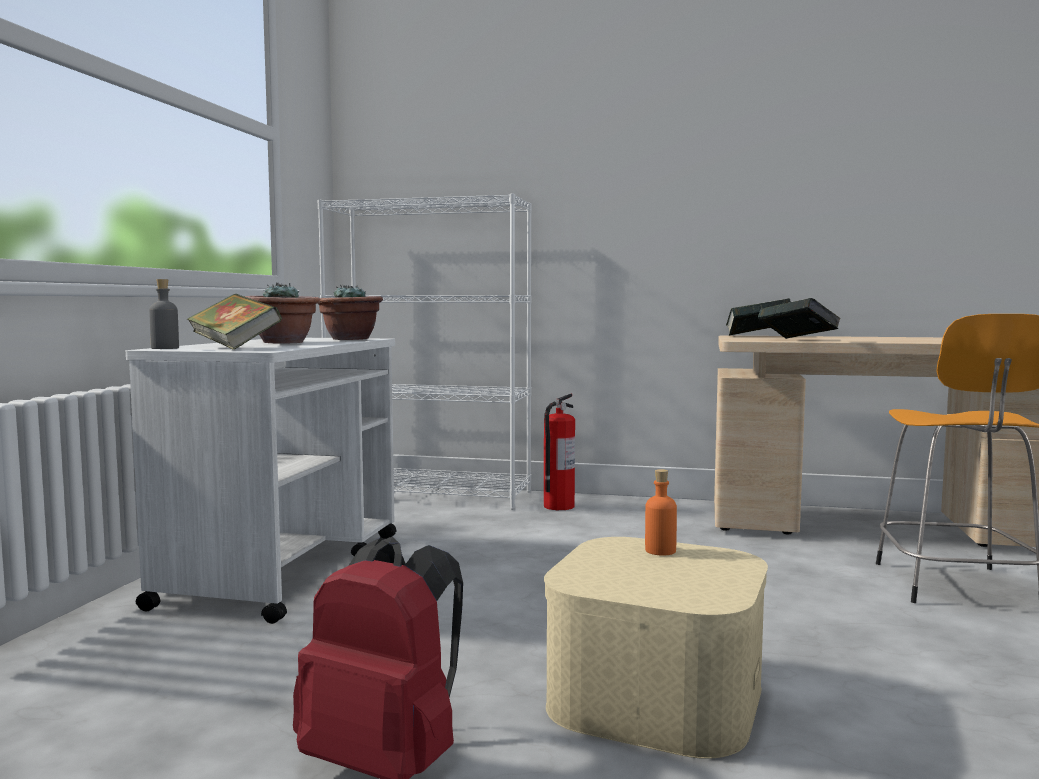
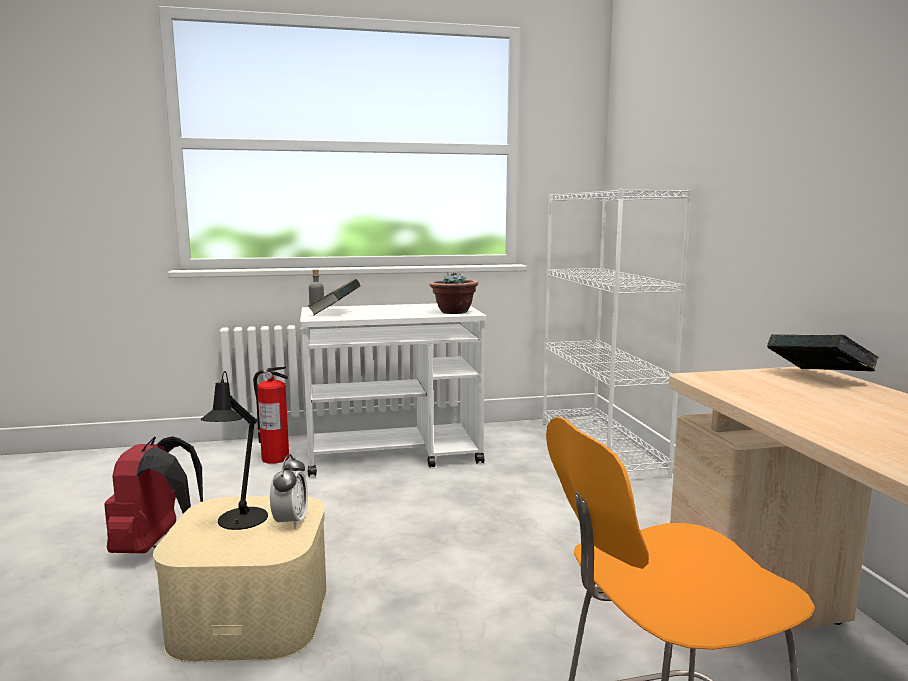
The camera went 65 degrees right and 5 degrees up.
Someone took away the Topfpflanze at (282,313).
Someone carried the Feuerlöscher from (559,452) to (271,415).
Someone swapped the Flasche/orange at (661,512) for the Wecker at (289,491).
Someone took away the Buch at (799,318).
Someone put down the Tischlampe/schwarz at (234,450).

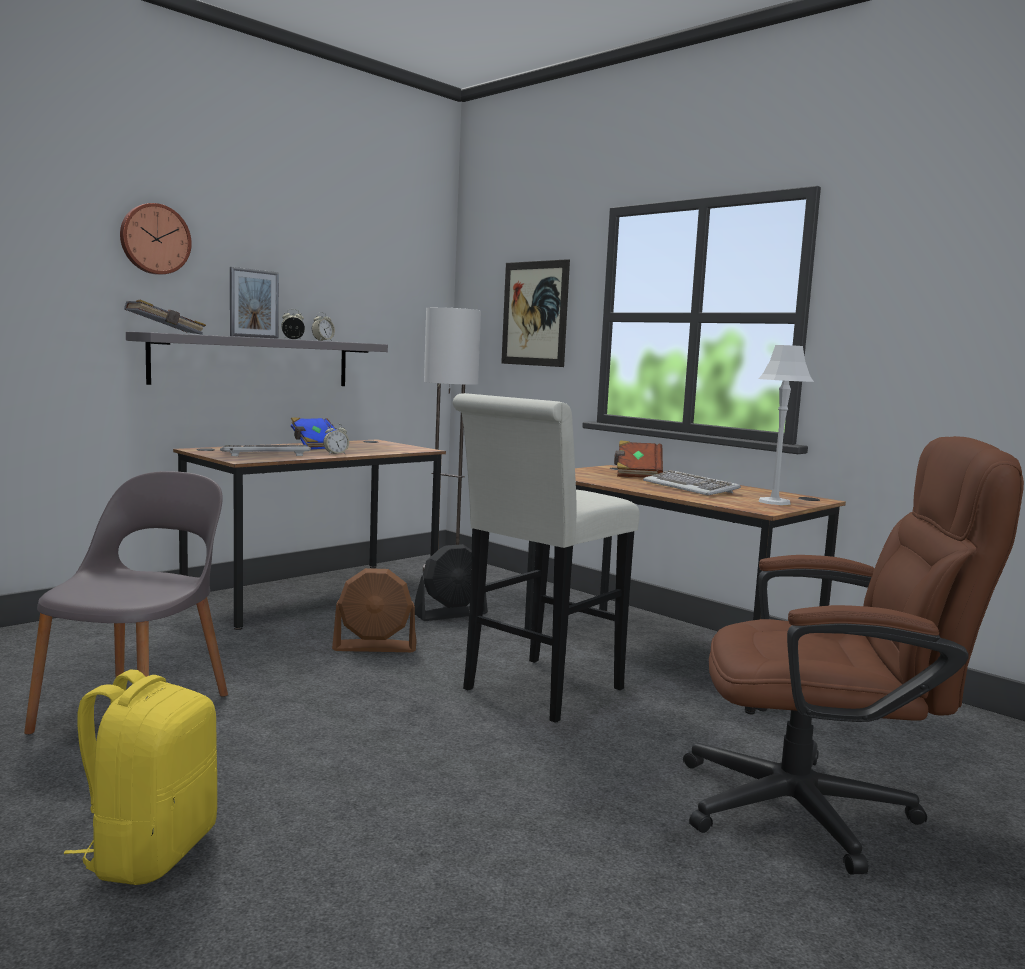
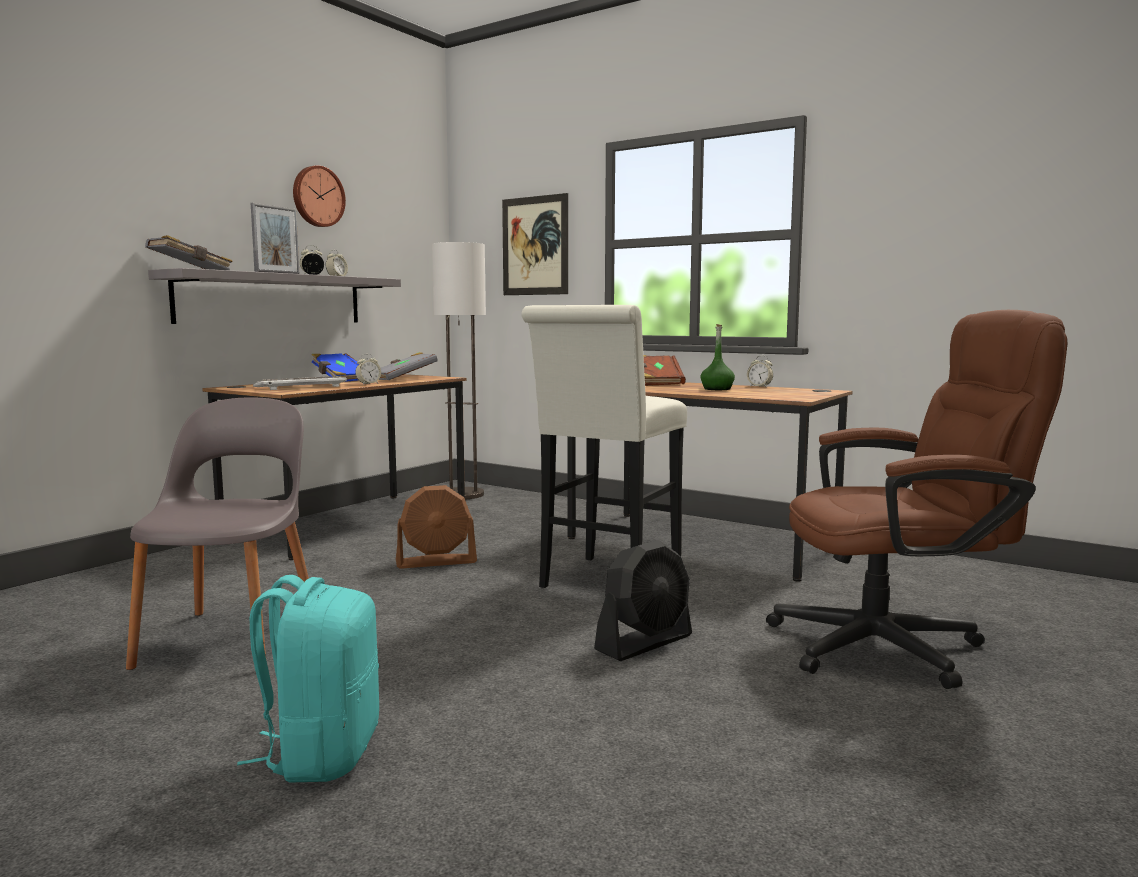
The camera went 10 degrees left and 0 degrees up.
Someone repainted the Rucksack/gelb at (140,777), which became the Rucksack/türkis at (308,679).
Someone carried the Wanduhr from (156,239) to (319,196).
Someone carried the Ventilator/schwarz from (451,582) to (643,600).
Someone swapped the Tastatur at (692,482) for the Flasche/grün at (718,357).
Someone took away the Tischlampe/grau at (786,425).
Someone put down the Buch/grau at (408,366).
Someone put down the Wecker at (760,371).

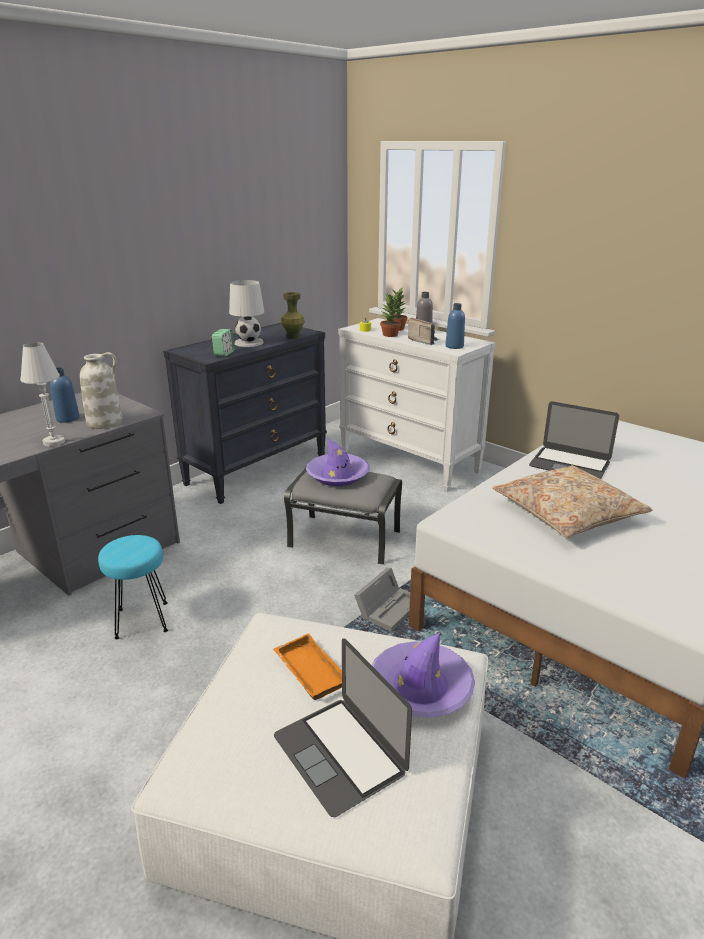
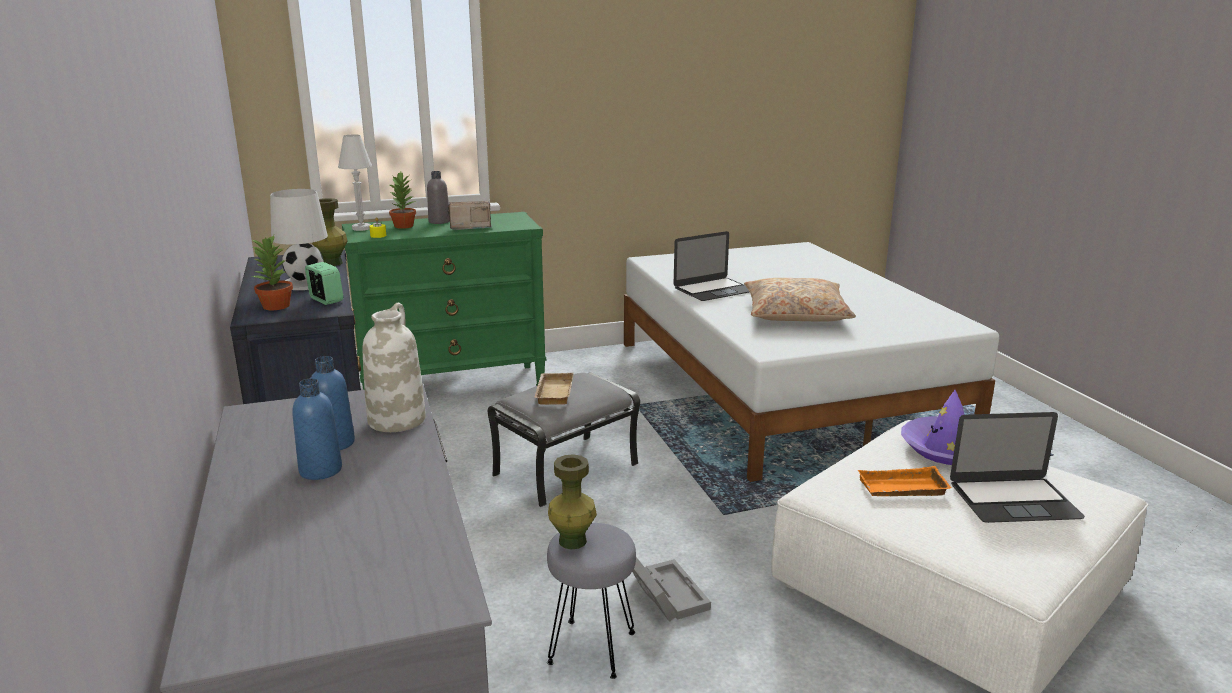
The camera went 60 degrees left and 5 degrees down.
Someone carried the Tischlampe/weiß from (42,394) to (355,182).
Someone repainted the Hocker/türkis at (133,587), which became the Hocker/grau at (591,601).
Someone swapped the Hut/lila at (338,462) for the Tablett/beige at (553,389).
Someone repainted the Kommode/weiß at (417,405), which became the Kommode/grün at (444,301).
Someone carried the Aufbewahrungsbox/grau from (382,600) to (671,589).
Someone carried the Topfpflanze from (390,315) to (272,272).
Someone carried the Flasche/blau from (455,326) to (317,429).
Someone put down the Vase/grün at (572,501).

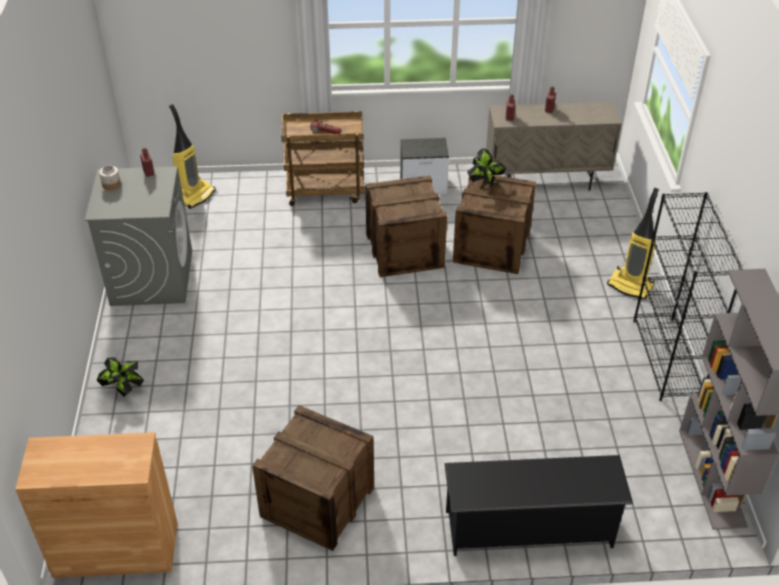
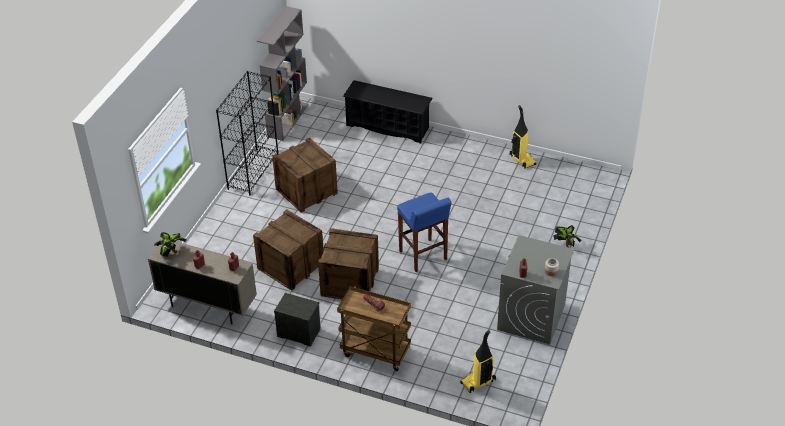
The camera went 155 degrees left and 0 degrees up.
Someone took away the Schrank/braun at (96,505).
Someone carried the Kiste from (313,478) to (305,175).
Someone carried the Topfpflanze from (486,168) to (170,244).
Someone carried the Staubsauger from (633,244) to (523,137).
Someone put down the Hocker/blau at (424,232).

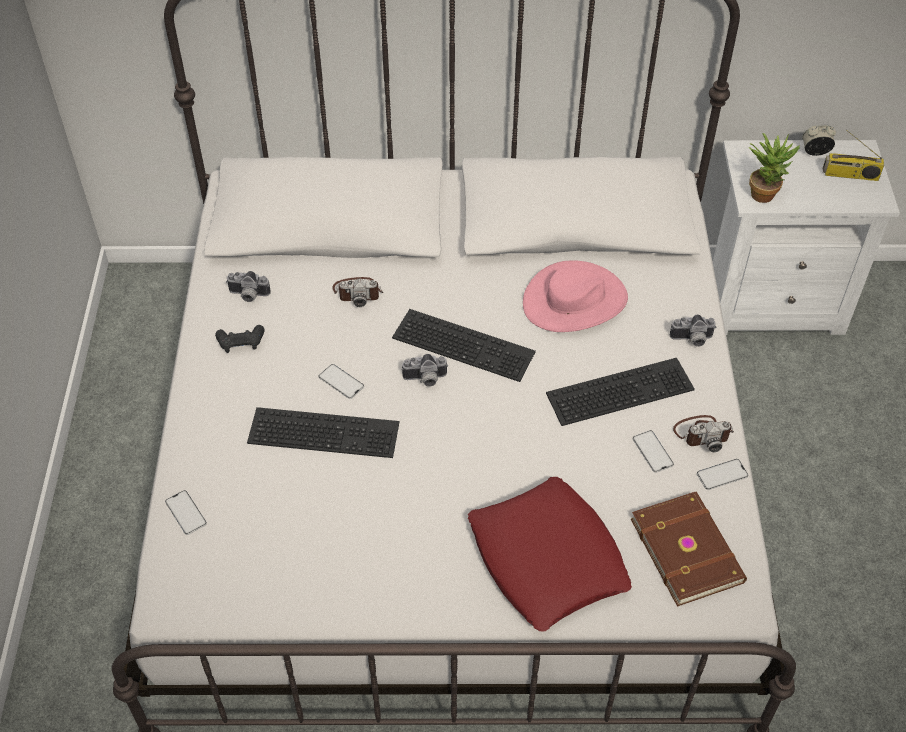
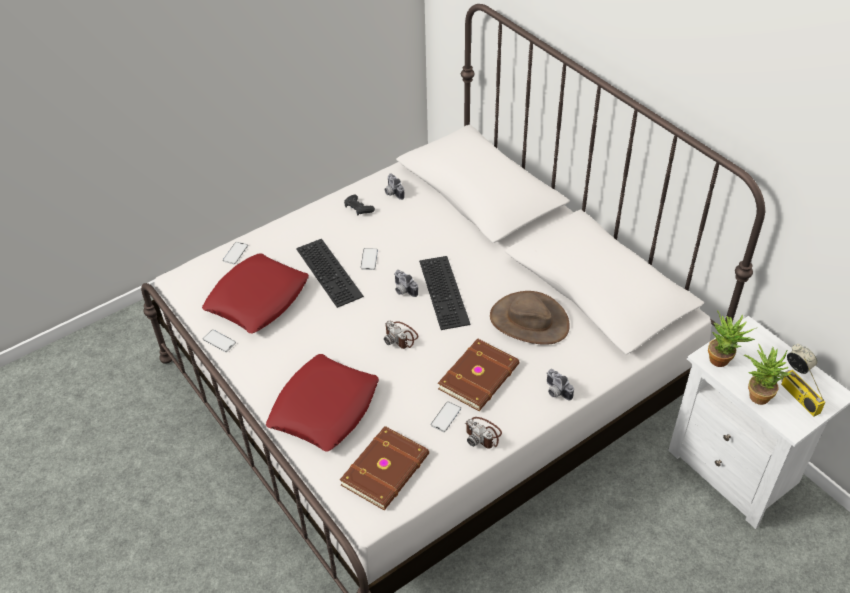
The camera went 55 degrees right and 5 degrees down.
Someone carried the Kamera from (357,292) to (401,334).
Someone repainted the Hut/rosa at (575,296), which became the Hut/braun at (530,318).
Someone swapped the Tastatur at (620,392) for the Buch/braun at (478,374).
Someone carried the Handy from (722,474) to (219,341).
Someone put down the Kissen/rot at (255,293).
Someone put down the Topfpflanze at (768,374).

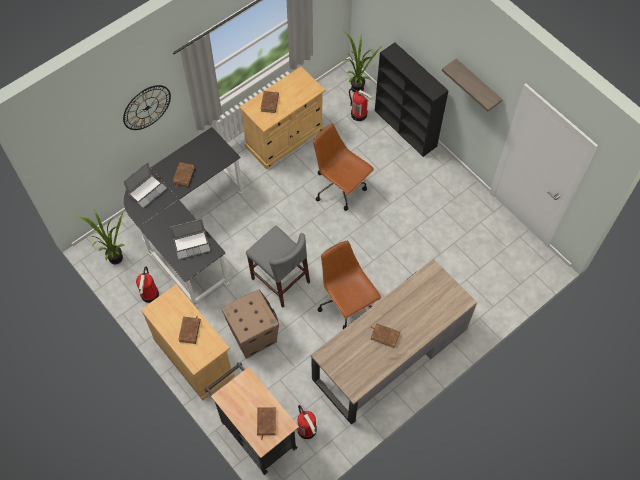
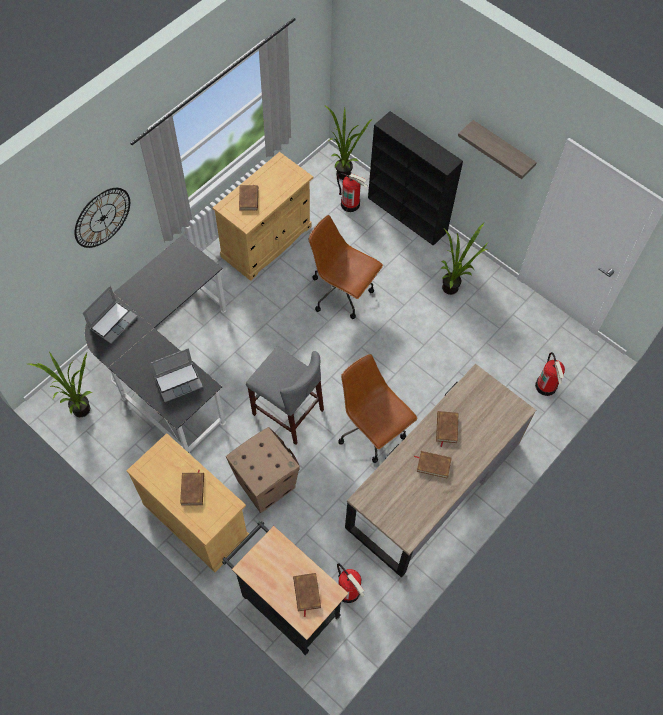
The camera went 10 degrees left and 0 degrees up.
Someone carried the Feuerlöscher from (147,285) to (550,374).
Someone carried the Buch/braun from (184,175) to (447,429).
Someone put down the Topfpflanze at (464,258).

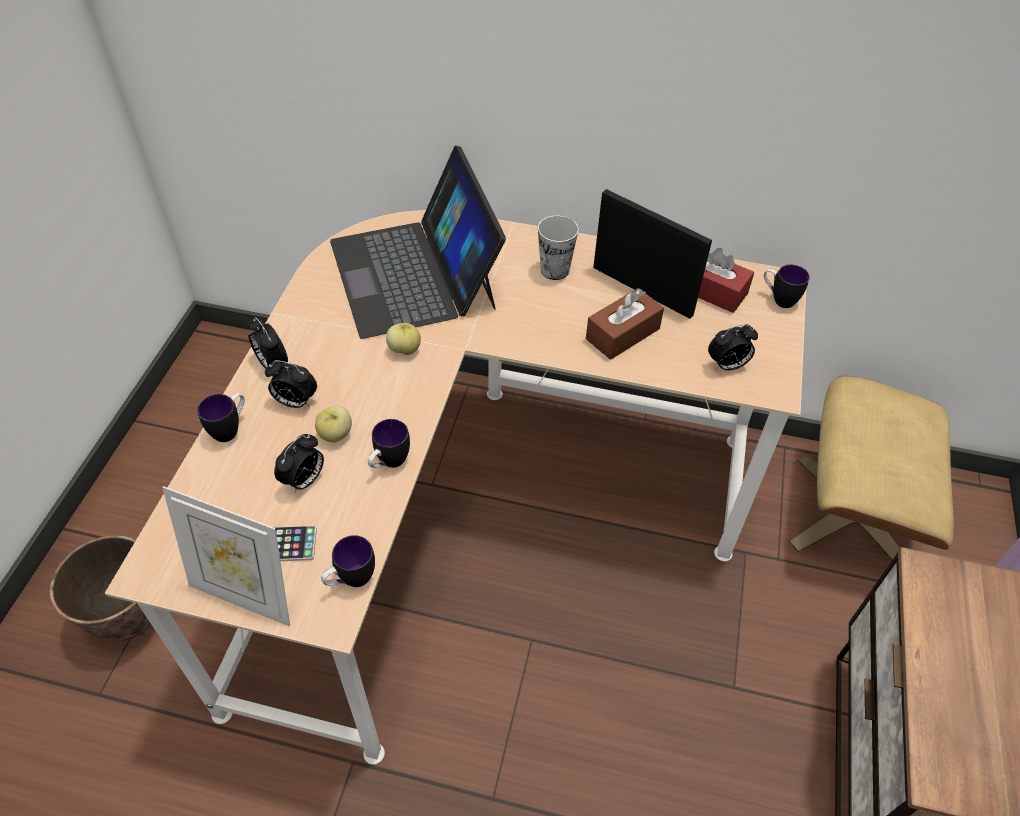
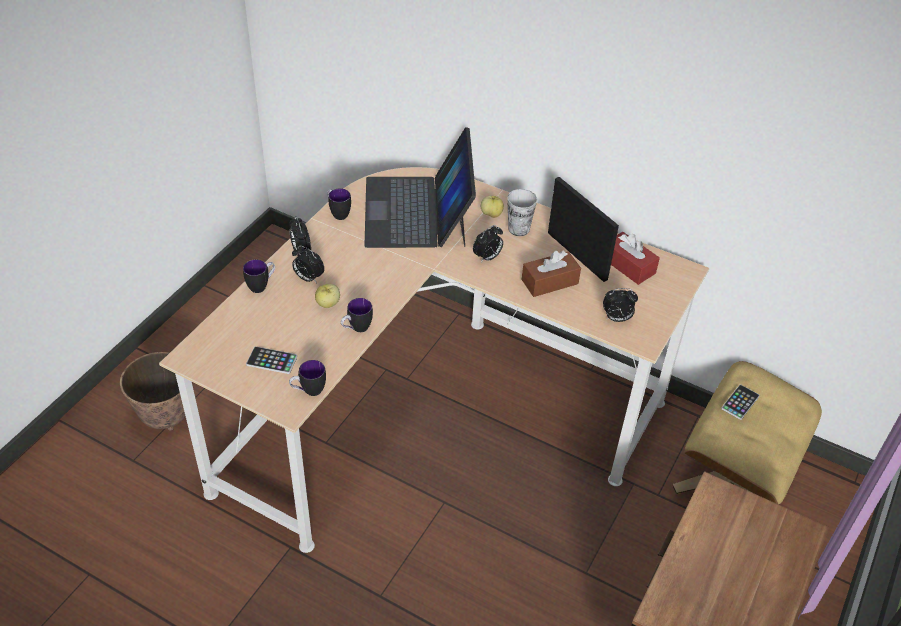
The camera went 15 degrees right and 5 degrees down.
Someone took away the Bilderrahmen at (226,556).
Someone carried the Wecker from (299,463) to (488,243).
Someone carried the Apfel from (403,339) to (492,207).
Someone carried the Henkelbecher from (787,286) to (339,204).
Someone put down the Handy at (740,402).

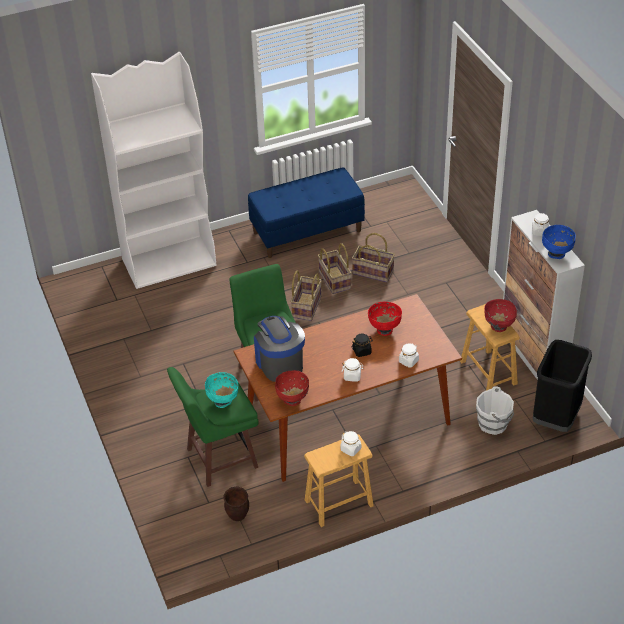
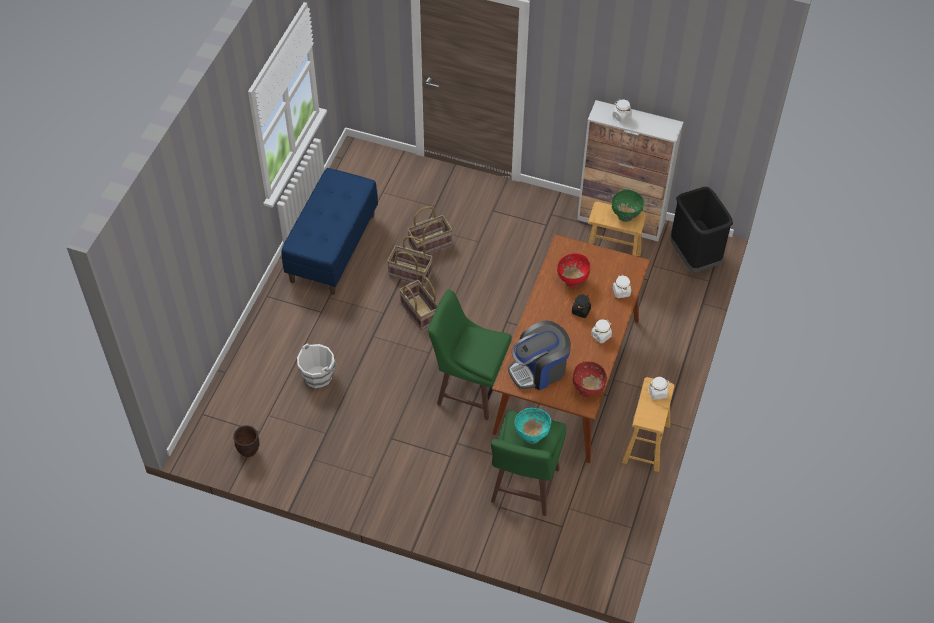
The camera went 50 degrees left and 10 degrees up.
Someone took away the Bücherregal/weiß at (153,170).
Someone carried the Pflanzkübel/braun from (236,503) to (246,441).
Someone rotated the Kaffeemaschine at (279,349) by 45 degrees counterclockwise.
Someone carried the Eimer/weiß from (495,410) to (317,365).
Someone repainted the Schüssel/rot at (500,315), which became the Schüssel/grün at (628,205).
Someone took away the Schüssel/blau at (559,242).

